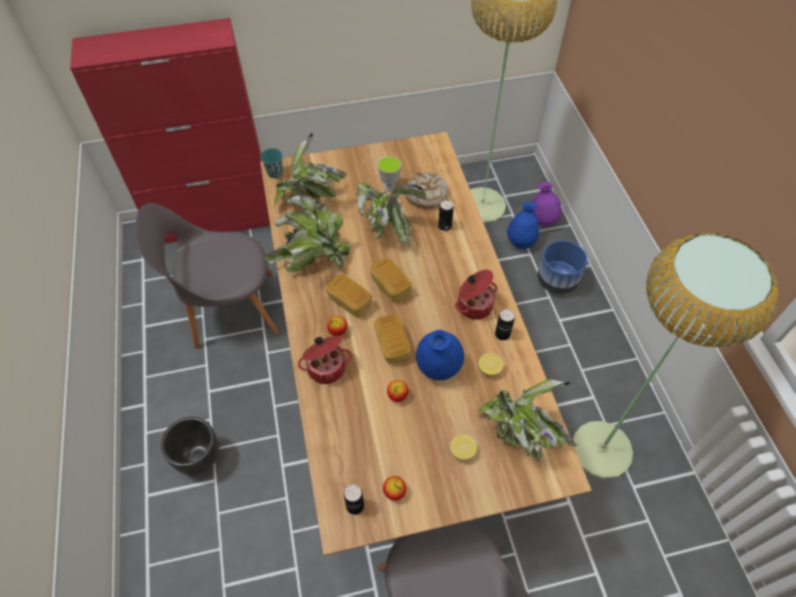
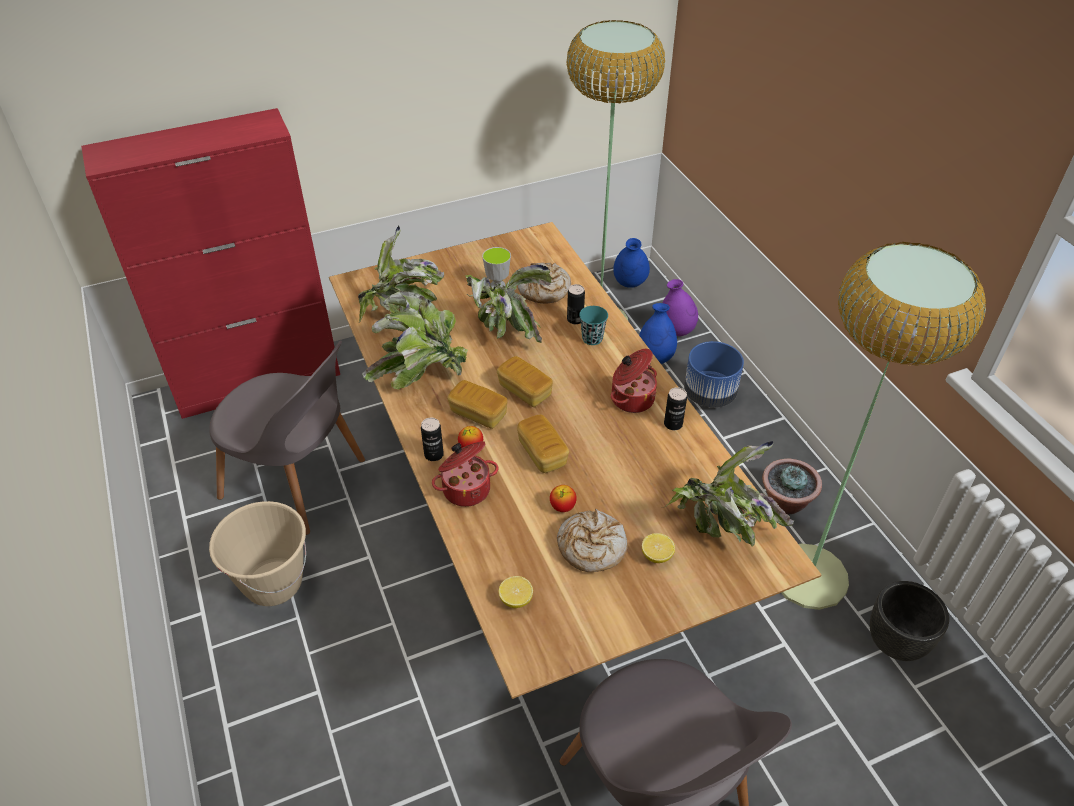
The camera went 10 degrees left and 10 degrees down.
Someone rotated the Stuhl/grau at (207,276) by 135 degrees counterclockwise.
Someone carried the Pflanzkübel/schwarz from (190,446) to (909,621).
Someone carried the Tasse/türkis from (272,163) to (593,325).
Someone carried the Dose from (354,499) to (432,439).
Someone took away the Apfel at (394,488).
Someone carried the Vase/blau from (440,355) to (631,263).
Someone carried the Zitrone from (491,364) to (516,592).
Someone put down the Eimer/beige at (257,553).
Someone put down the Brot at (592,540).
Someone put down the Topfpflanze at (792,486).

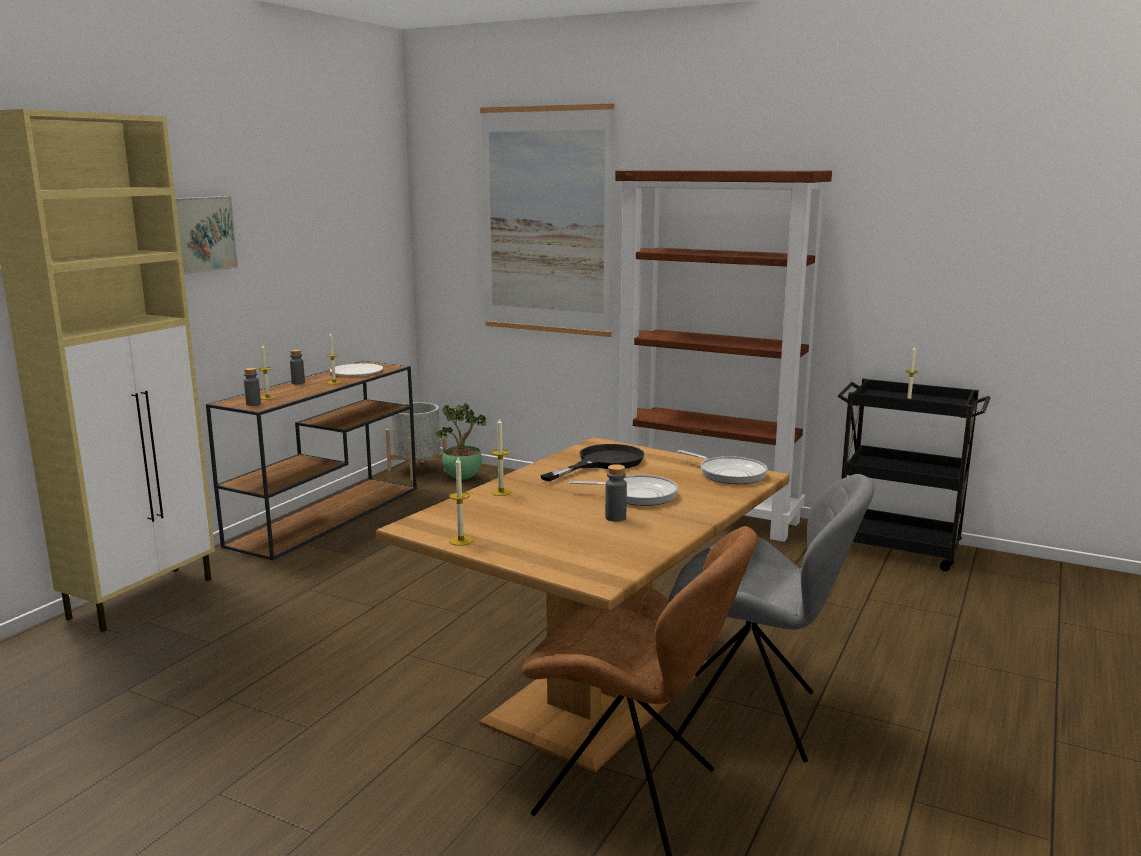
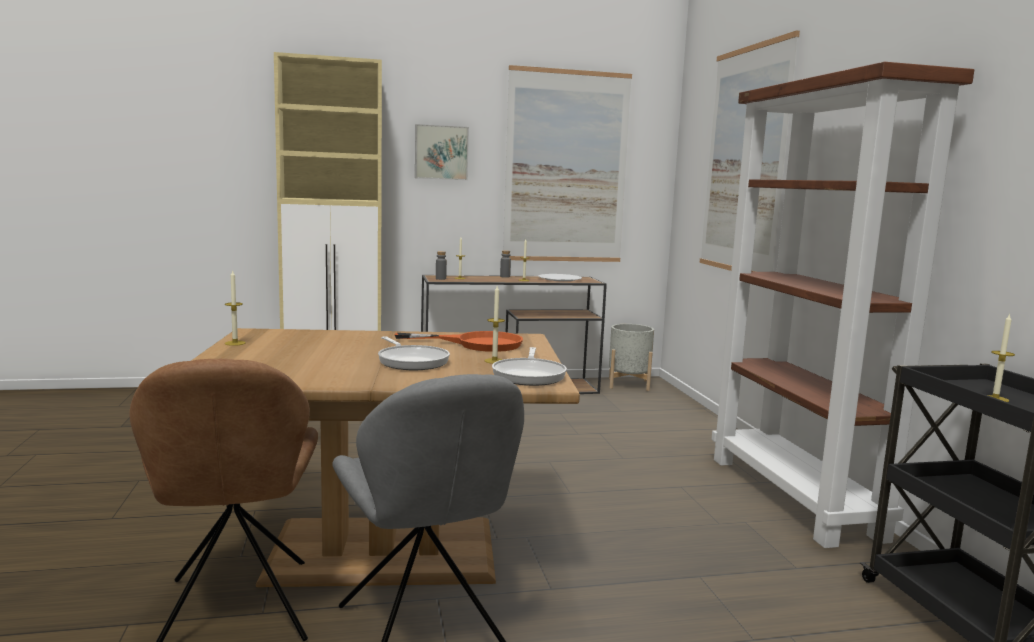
The camera went 50 degrees right and 5 degrees down.
Someone took away the Topfpflanze at (461,441).
Someone carried the Kerze from (501,456) to (494,325).
Someone repainted the Pfanne/schwarz at (592,463), which became the Pfanne/orange at (458,341).
Someone took away the Flasche/grau at (616,493).
Someone put up the Bild at (567,163).

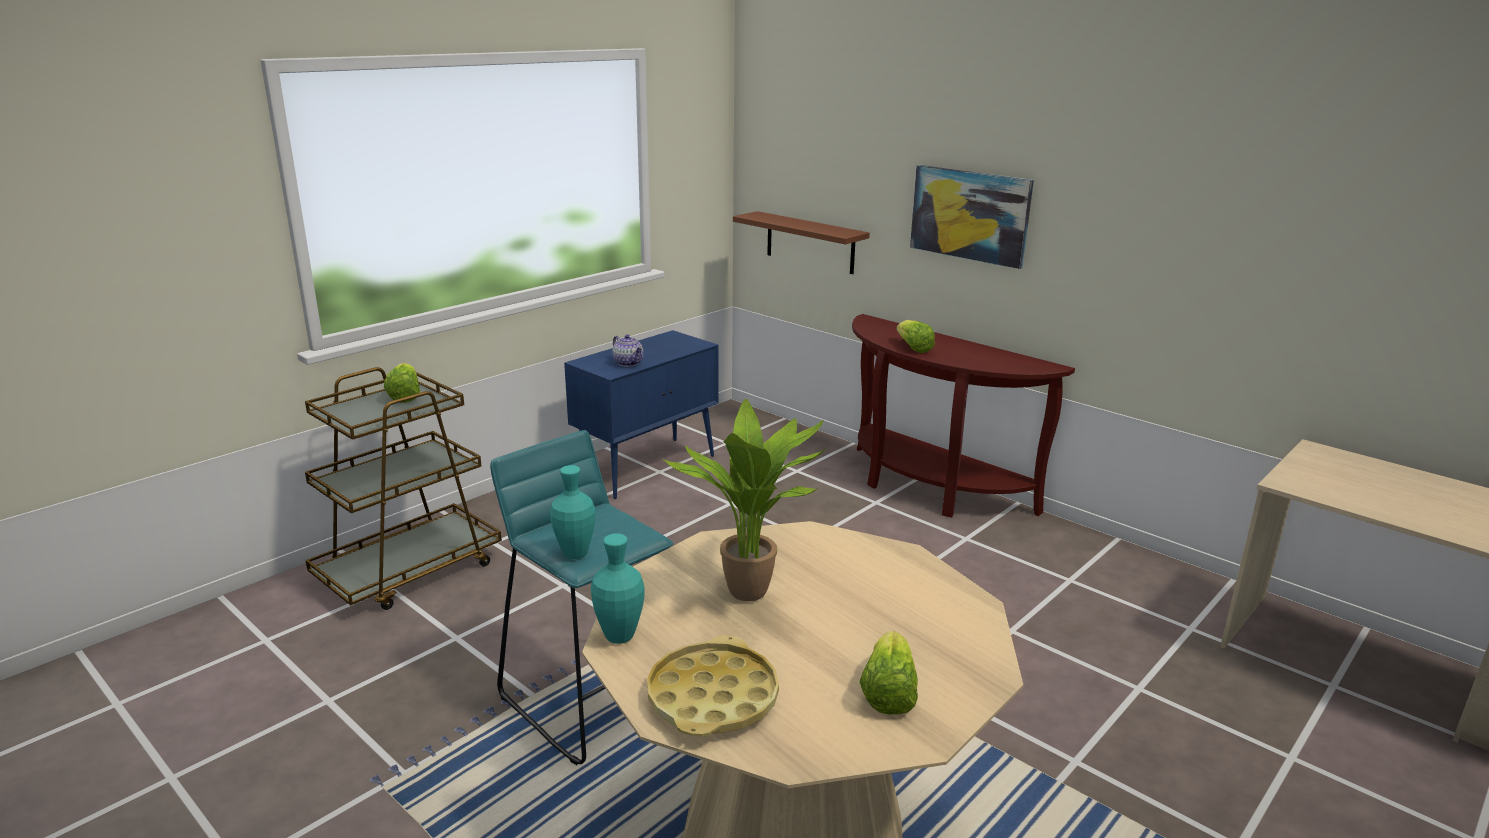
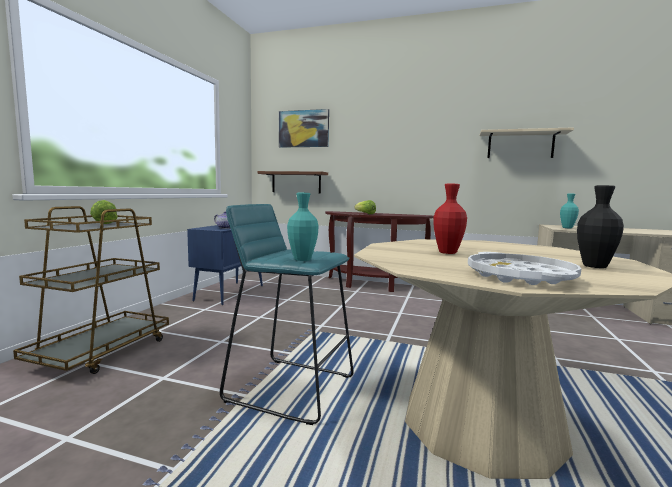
The camera went 25 degrees left and 15 degrees down.
Someone carried the Vase/türkis from (617,588) to (569,211).
Someone repainted the Tablett/gelb at (713,686), which became the Tablett/weiß at (524,268).
Someone swapped the Topfpflanze at (745,500) for the Vase/rot at (450,219).
Someone swapped the Salatkopf at (888,673) for the Vase/schwarz at (600,226).
Someone carried the Bild from (972,217) to (304,128).
Someone put up the Wandregal/beige at (527,142).

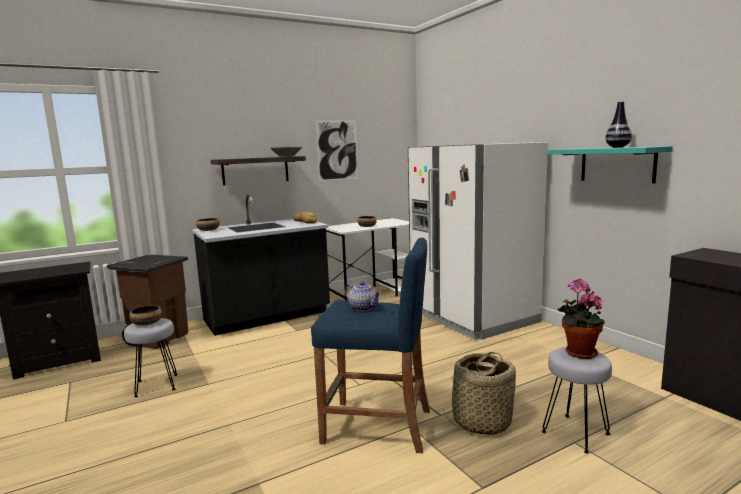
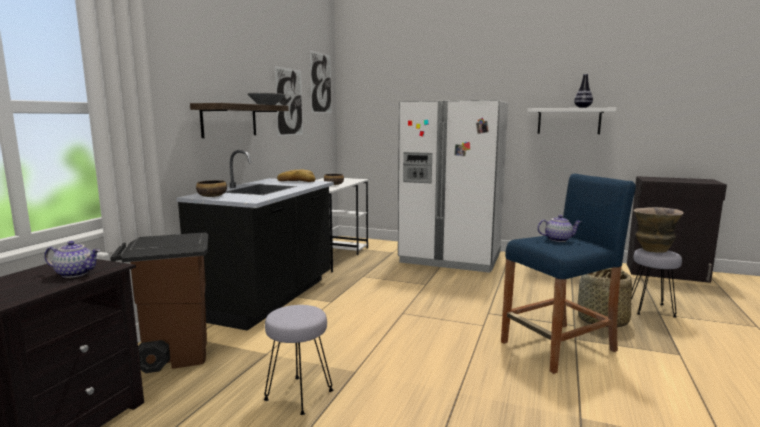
The camera went 40 degrees left and 0 degrees up.
Someone took away the Schüssel at (145,315).
Someone repainted the Wandregal/türkis at (610,164), which became the Wandregal/weiß at (571,121).
Someone swapped the Topfpflanze at (581,319) for the Vase at (658,230).
Someone put down the Teekanne at (72,259).
Someone put up the Bild at (321,81).

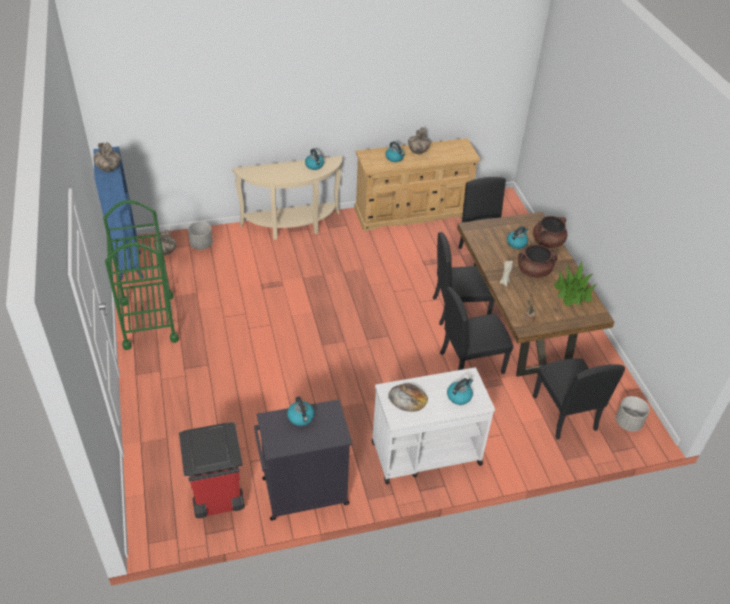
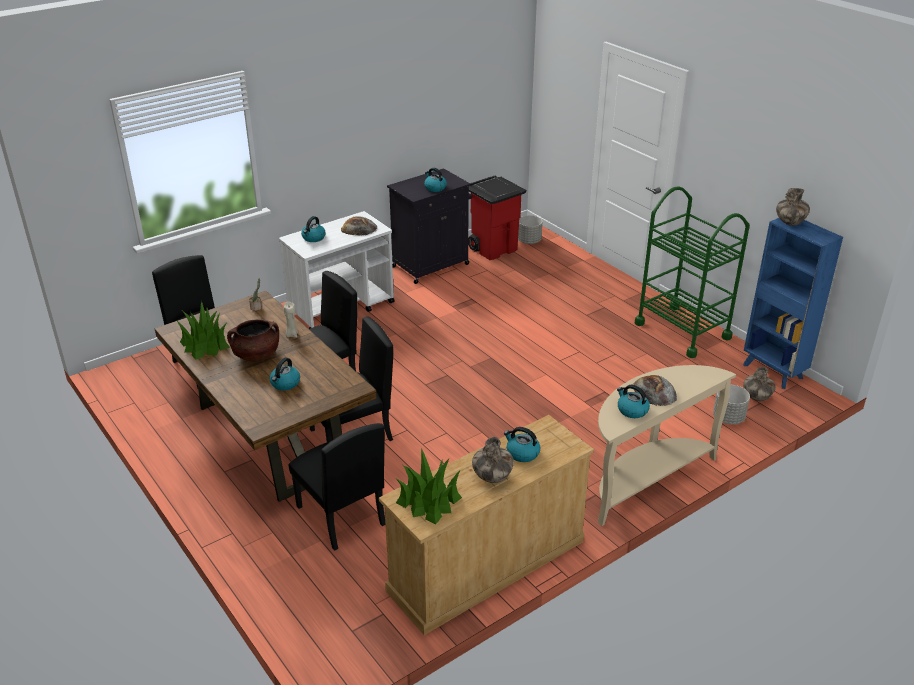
The camera went 160 degrees right and 10 degrees down.
Someone took away the Kochtopf/braun at (550,232).
Someone carried the Pflanzkübel/grau from (633,414) to (530,229).
Someone put down the Topfpflanze at (429,486).
Someone put down the Brot at (655,390).

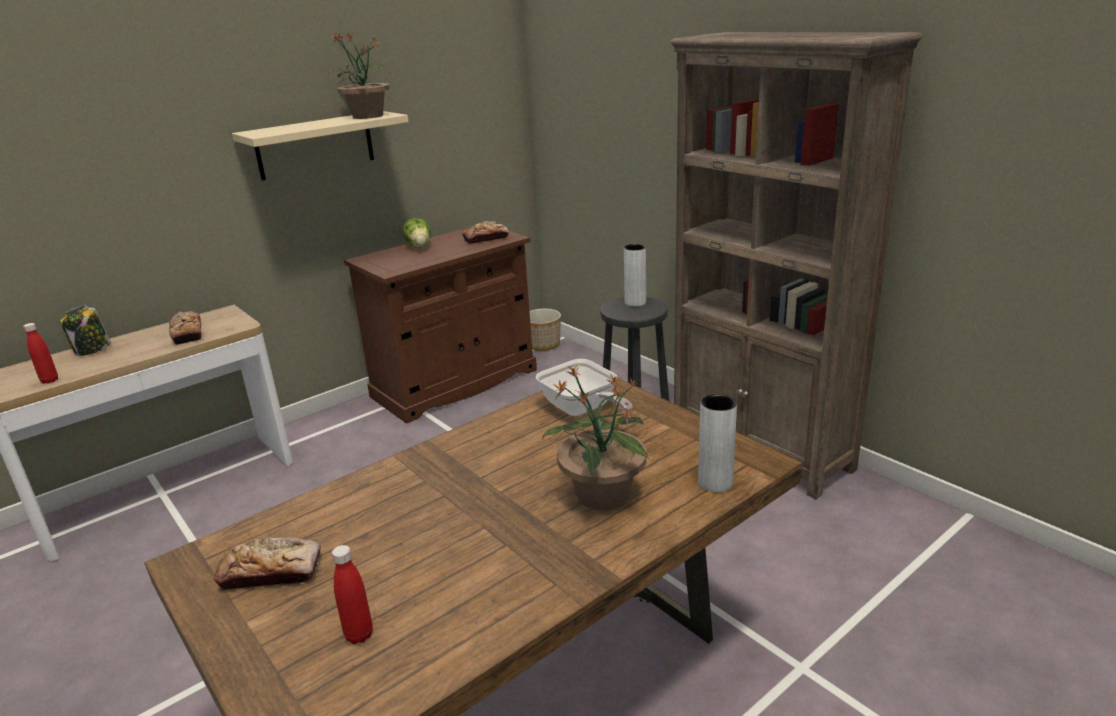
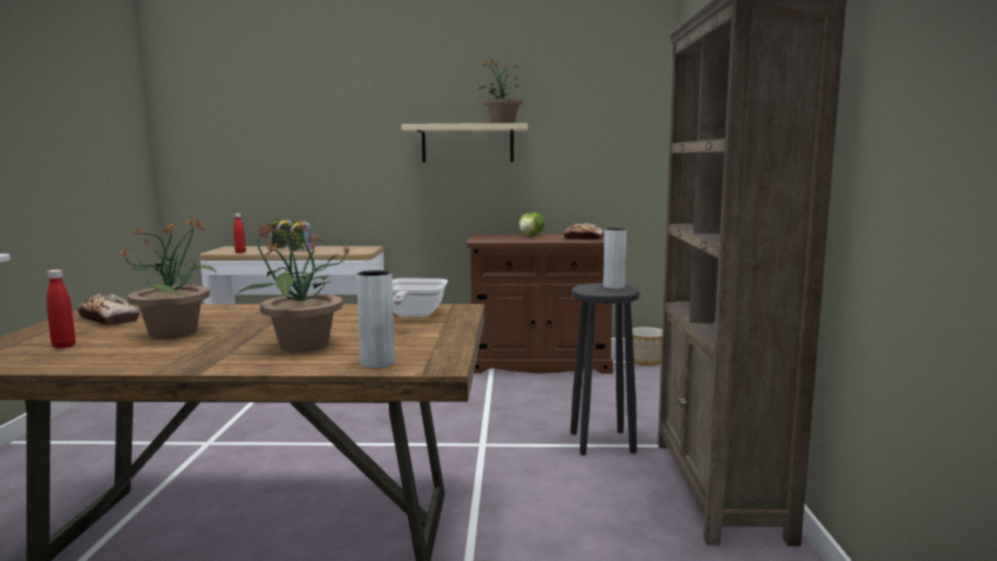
The camera went 40 degrees right and 15 degrees down.
Someone took away the Brot at (185,328).
Someone put down the Topfpflanze at (167,278).
Someone put down the Vorratsglas at (300,235).

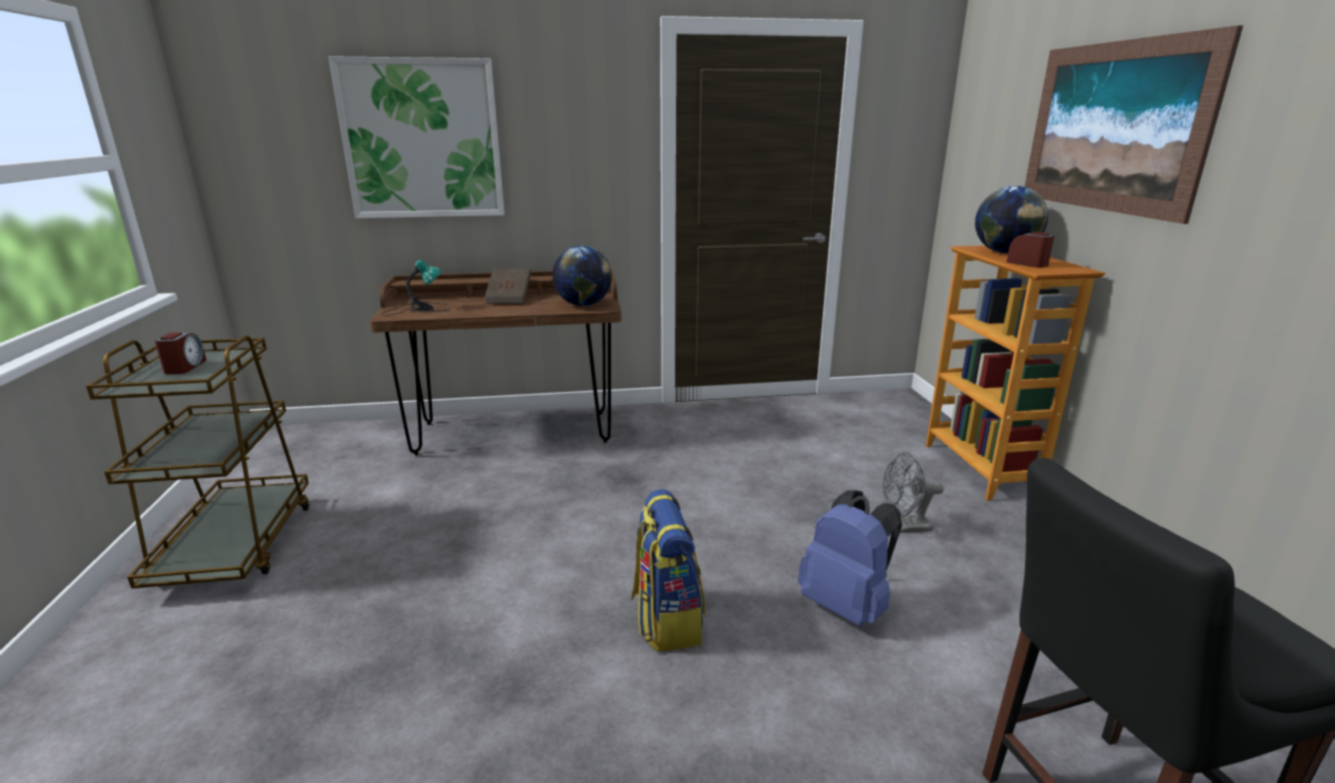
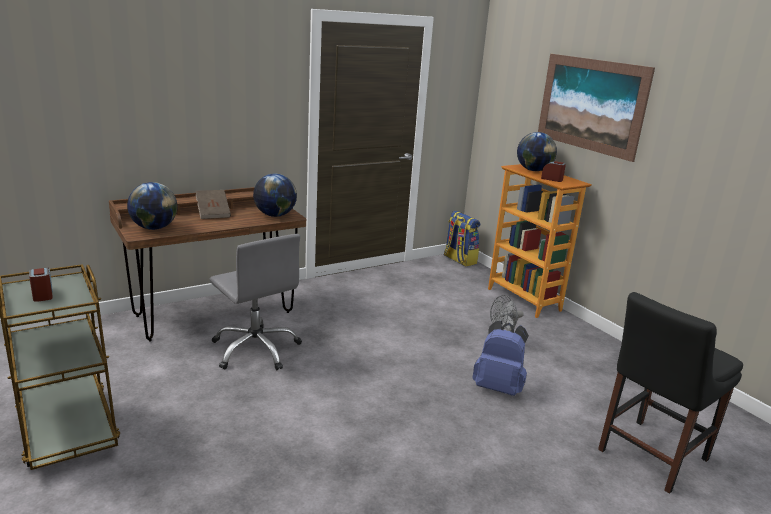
The camera went 25 degrees left and 0 degrees up.
Someone took away the Bild at (417,137).
Someone swapped the Tischlampe at (416,288) for the Globus at (152,206).
Someone carried the Rucksack from (668,570) to (462,238).
Someone put down the Bürostuhl/grau at (256,302).

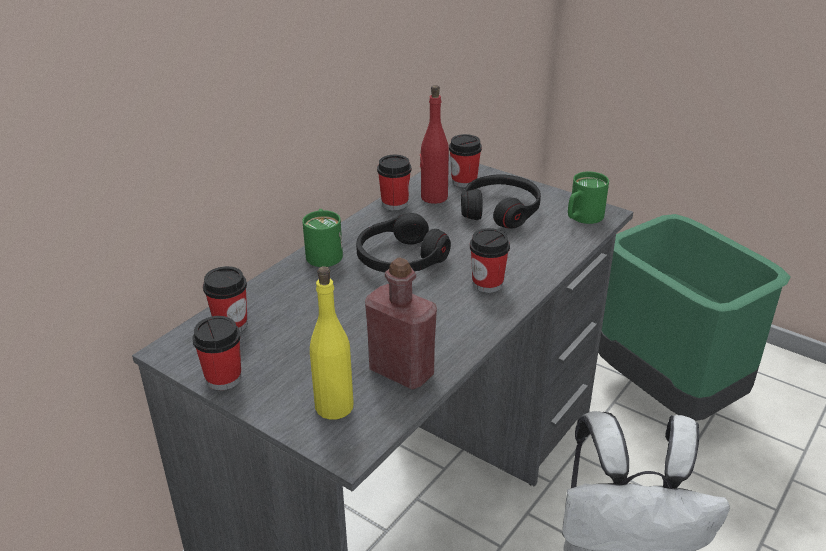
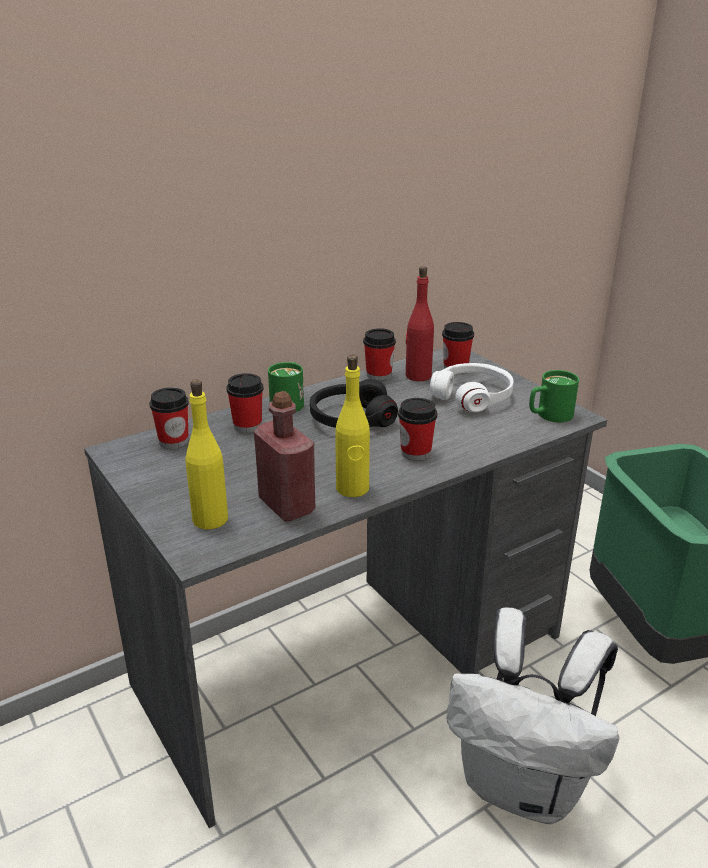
The camera went 20 degrees right and 5 degrees down.
Someone carried the Tasse from (216,353) to (245,403).
Someone repainted the Kopfhörer/schwarz at (501,201), which became the Kopfhörer/weiß at (471,387).
Someone put down the Flasche/gelb at (352,426).

